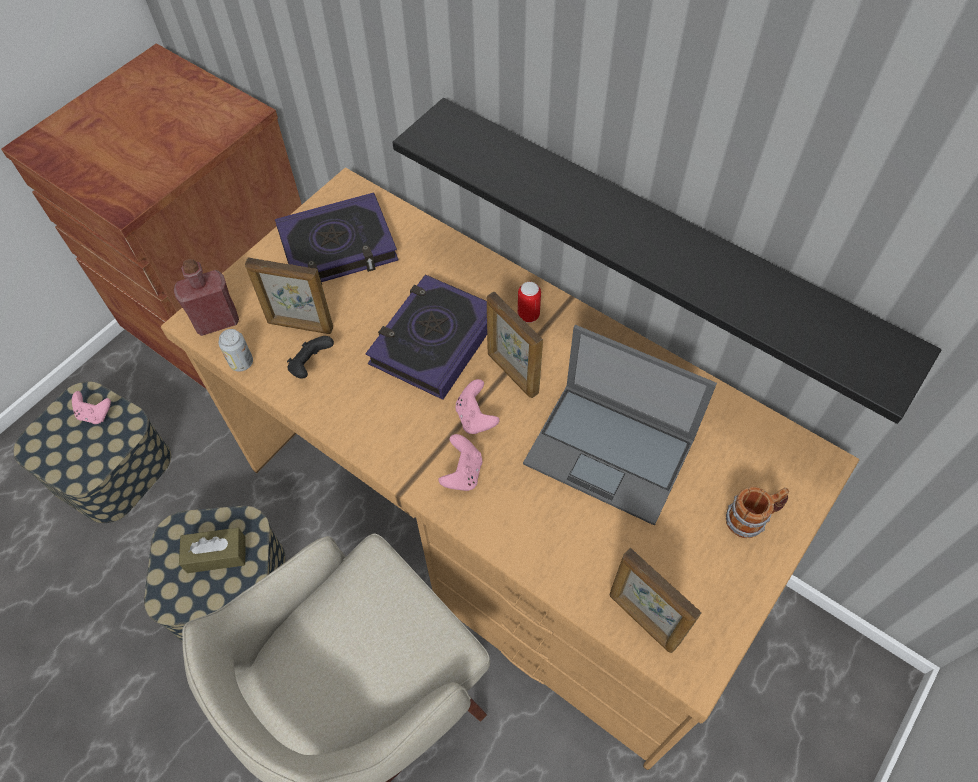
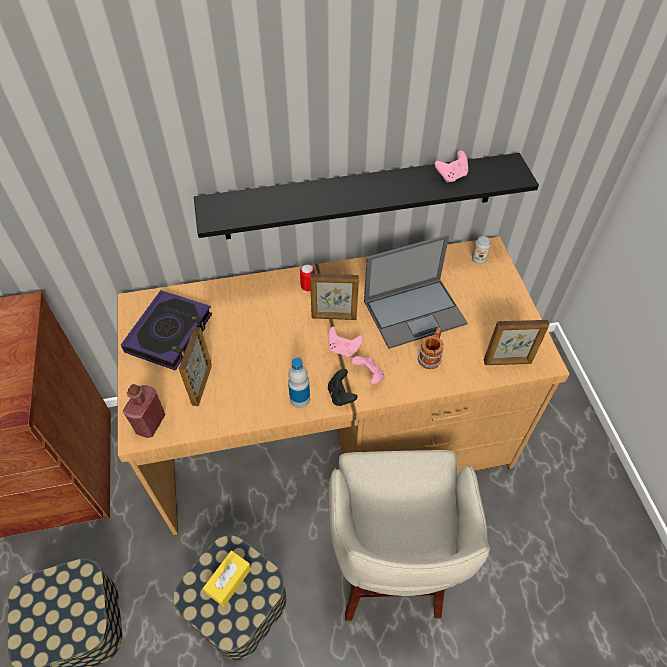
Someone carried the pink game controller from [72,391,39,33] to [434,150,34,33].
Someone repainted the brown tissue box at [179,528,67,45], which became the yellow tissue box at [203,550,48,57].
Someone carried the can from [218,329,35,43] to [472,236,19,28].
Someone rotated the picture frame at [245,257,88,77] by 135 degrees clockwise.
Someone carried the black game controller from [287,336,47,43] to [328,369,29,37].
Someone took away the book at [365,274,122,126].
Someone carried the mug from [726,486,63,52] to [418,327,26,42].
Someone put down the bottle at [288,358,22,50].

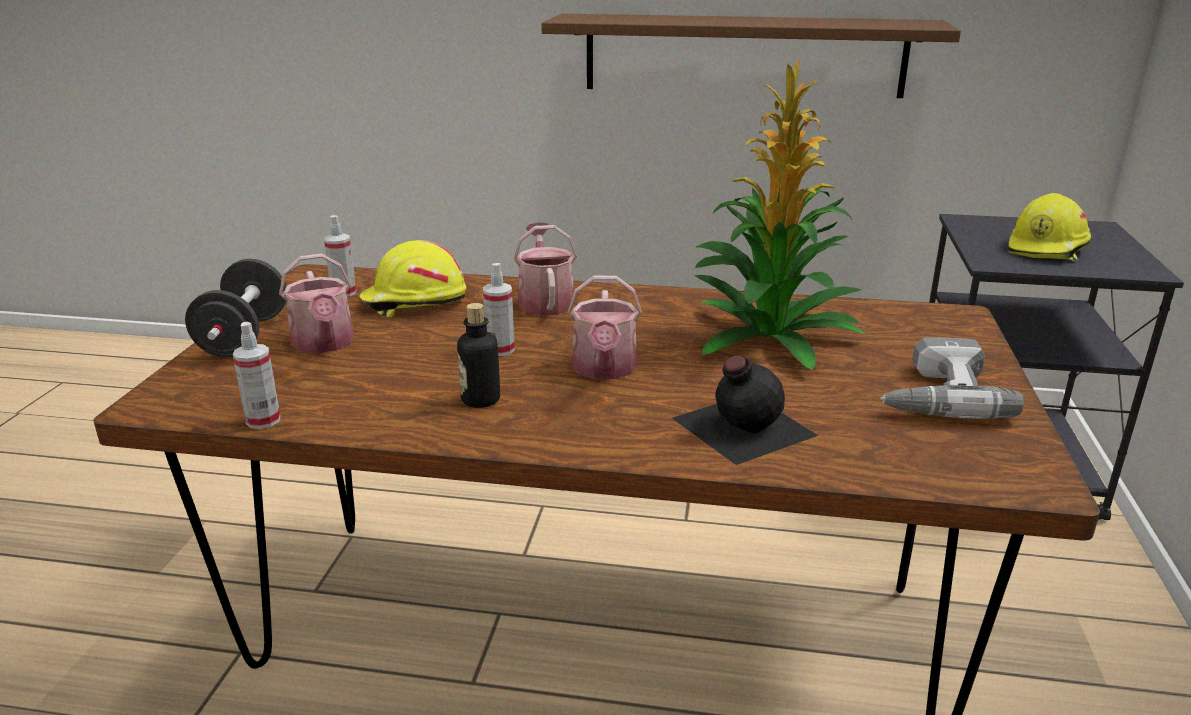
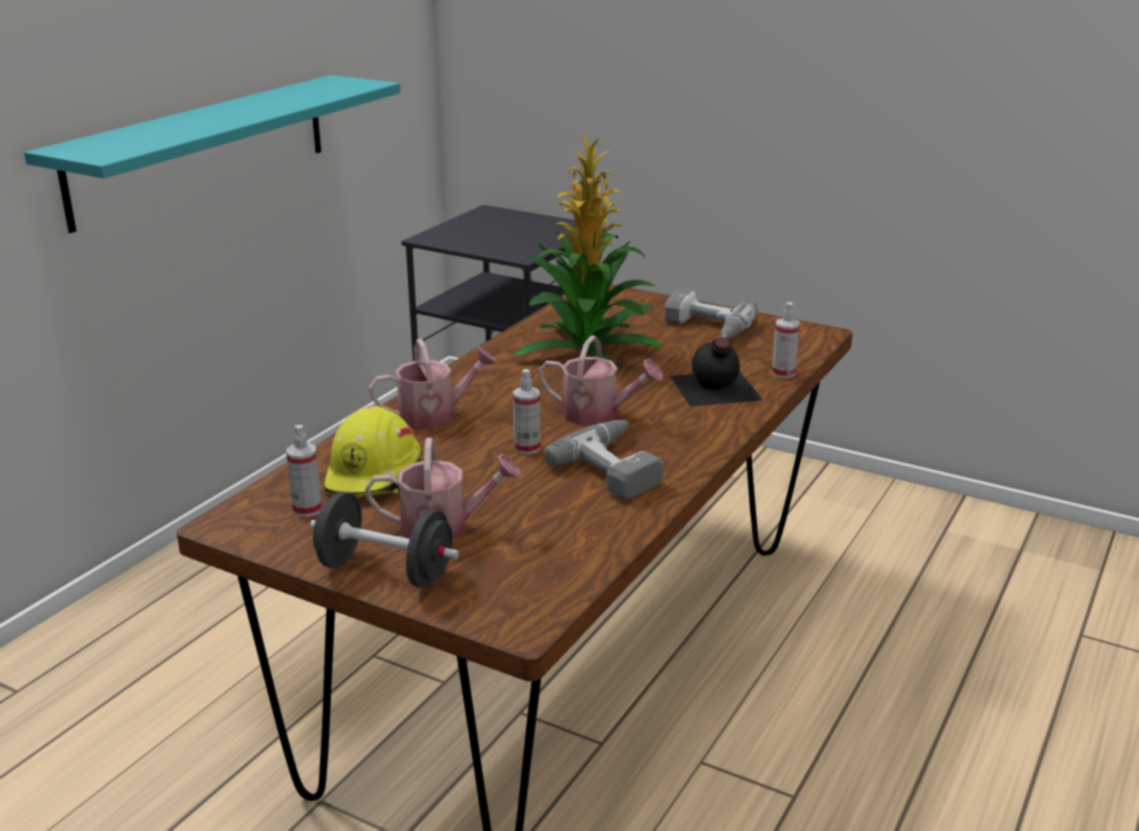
Someone carried the spray bottle from [233,322,48,107] to [772,302,28,76].
Someone swapped the bottle at [457,303,43,105] for the power drill at [543,420,120,80].
Someone rotated the watering can at [513,222,64,94] by 150 degrees clockwise.
Someone repainted the brown shelf at [541,14,420,84], which became the turquoise shelf at [24,75,376,158].
Someone took away the yellow hard hat at [1008,193,83,68].

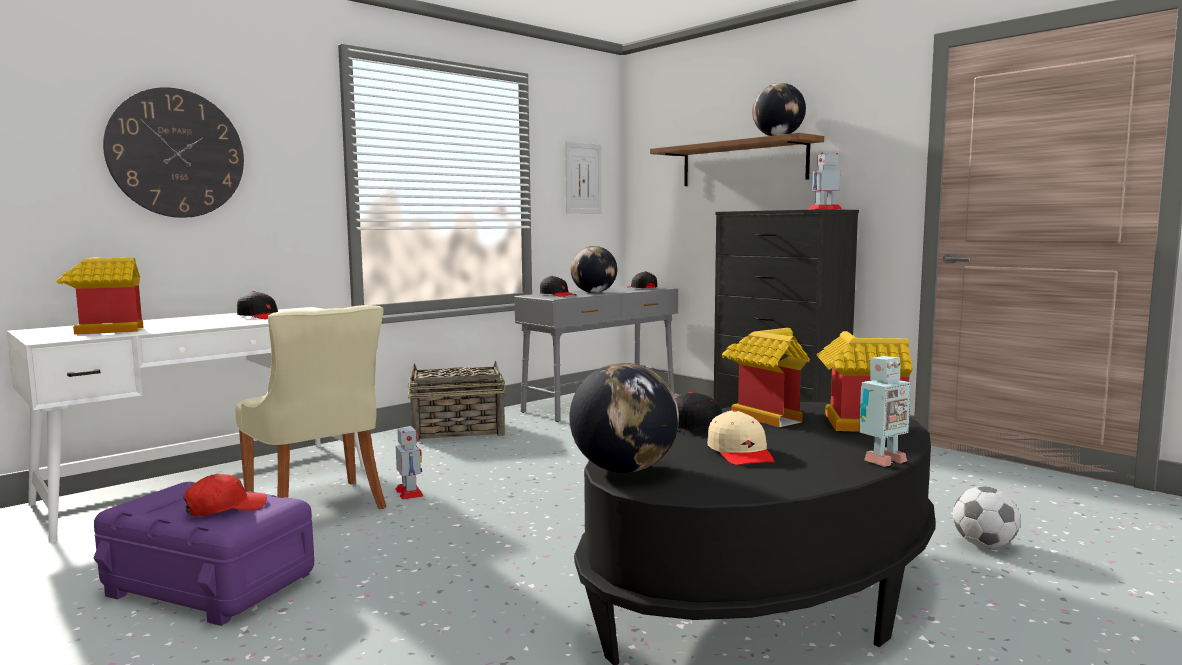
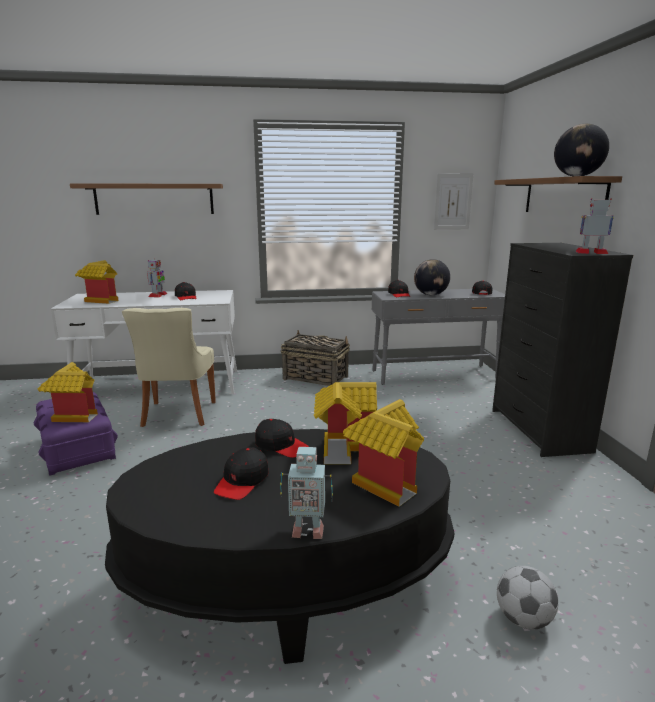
Someone swapped the wall clock at [103,87,141,131] for the shelf at [70,183,153,32].
Someone swapped the red cap at [183,474,84,42] for the toy house at [38,362,60,60].
Someone carried the toy robot from [396,426,28,74] to [147,259,20,39].
Someone took away the globe at [570,363,109,110].
Someone repainted the beige cap at [707,410,68,55], which became the black cap at [214,447,55,53].

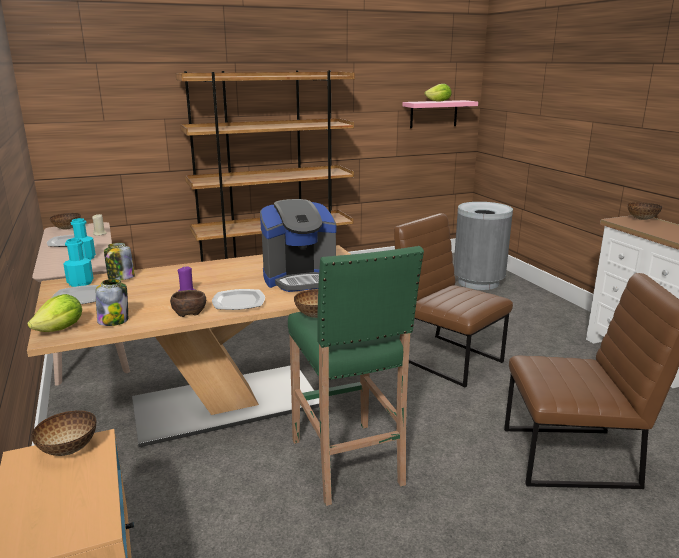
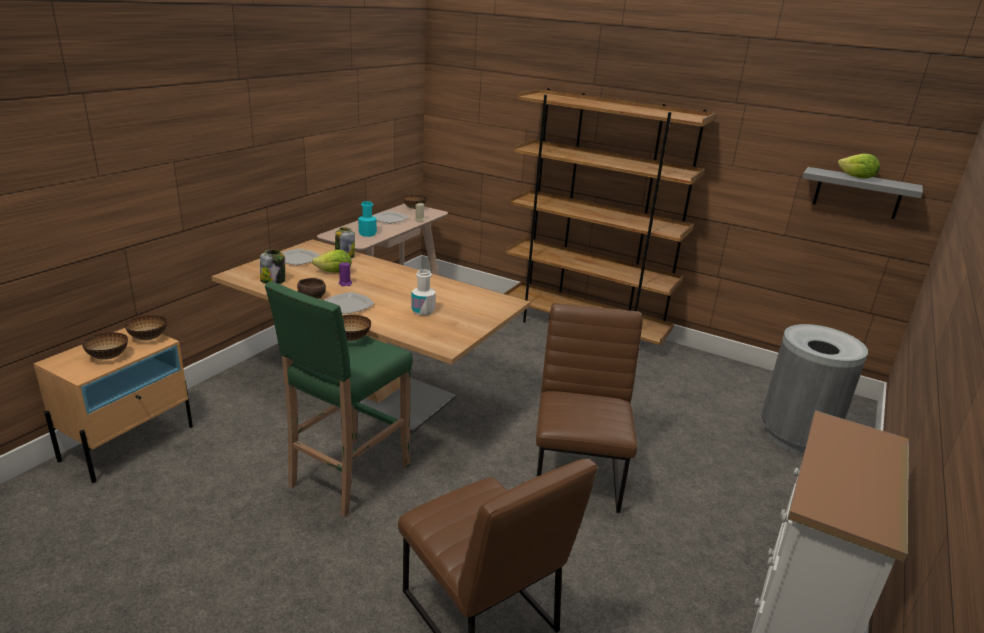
Someone carried the lettuce from [27,294,55,38] to [312,250,39,23].
Someone took away the turquoise bottle at [63,238,31,49].
Someone swapped the coffee machine at [260,199,76,93] for the white bottle at [411,269,25,46].
Someone repainted the pink shelf at [403,100,75,28], which became the grey shelf at [802,167,121,52].
Someone carried the bowl from [627,202,35,18] to [82,332,46,28].

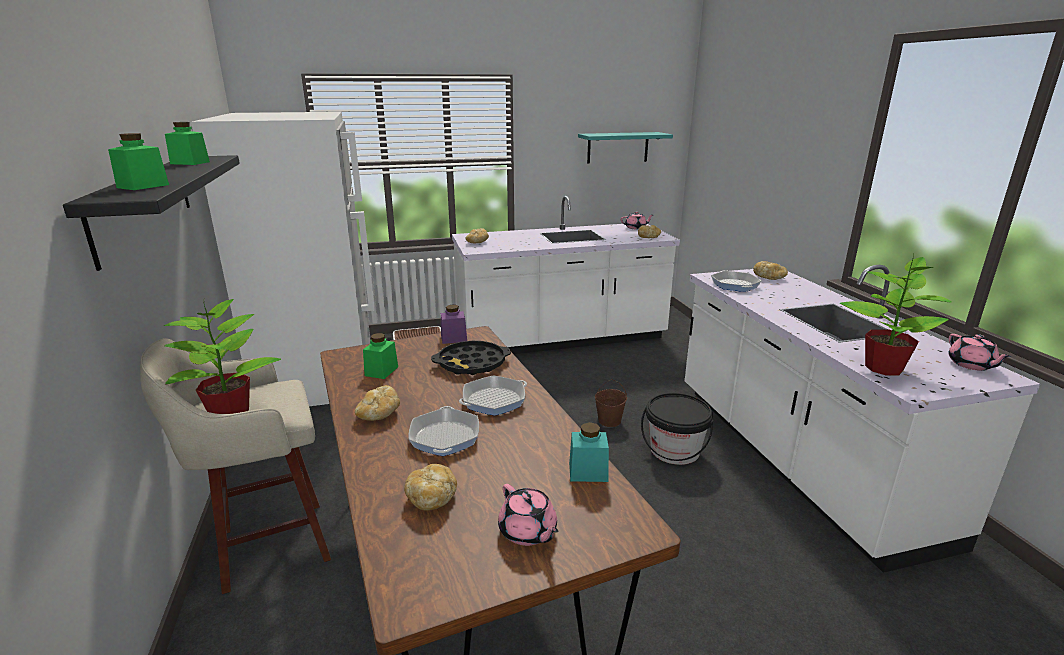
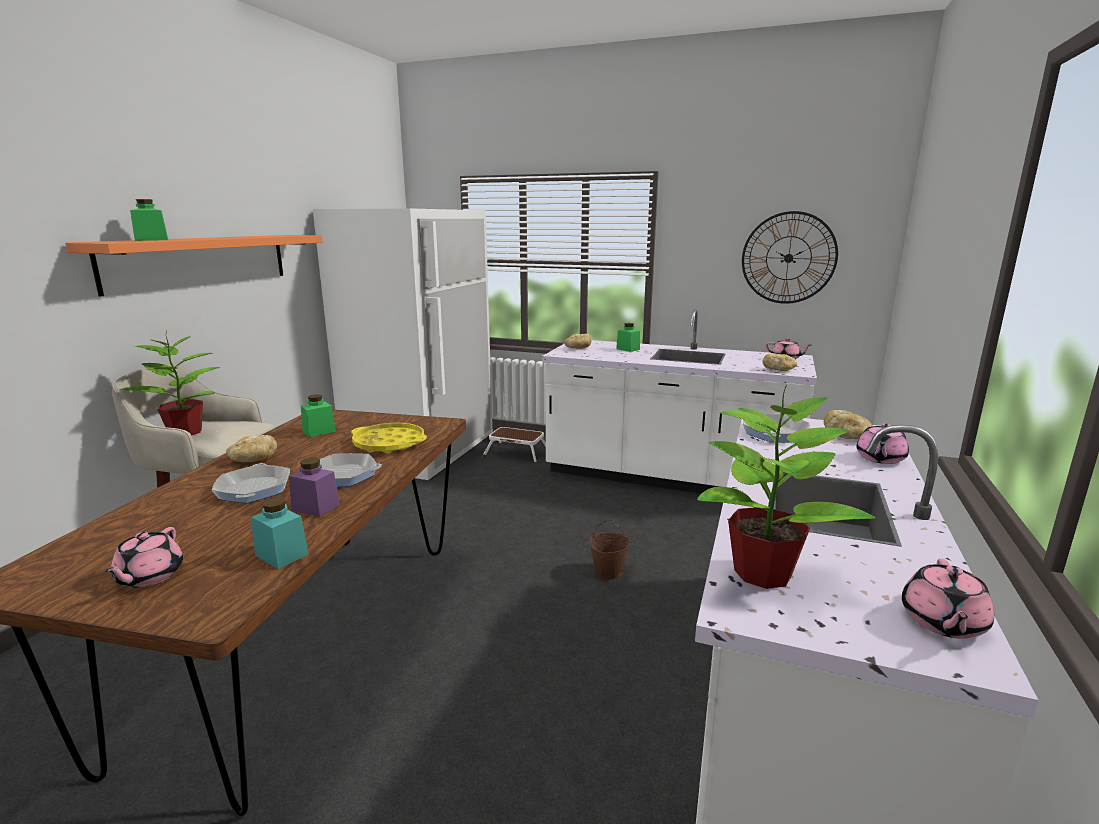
Someone repainted the black shelf at [63,155,177,116], which became the orange shelf at [65,235,258,62].
Someone carried the green jar from [165,122,45,43] to [616,323,24,29].
Someone took away the bread at [404,464,53,47].
Someone rotated the frying pan at [408,406,71,50] by 135 degrees clockwise.
Someone repainted the black tray at [431,341,80,34], which became the yellow tray at [351,423,76,31].
Someone carried the purple jar from [441,305,26,39] to [289,458,51,59].
Someone swapped the turquoise shelf at [578,132,95,32] for the wall clock at [742,211,96,93].
Someone took away the black bucket at [641,393,72,72].
Someone put down the pink teapot at [856,423,53,41].

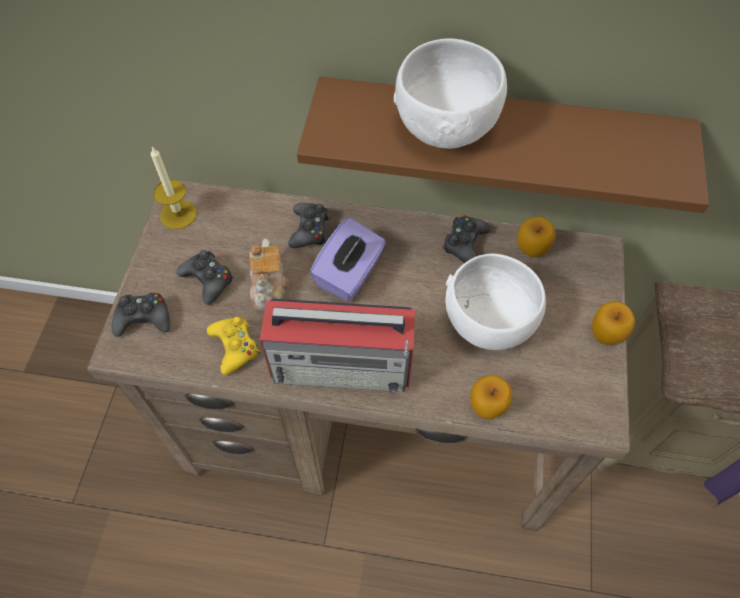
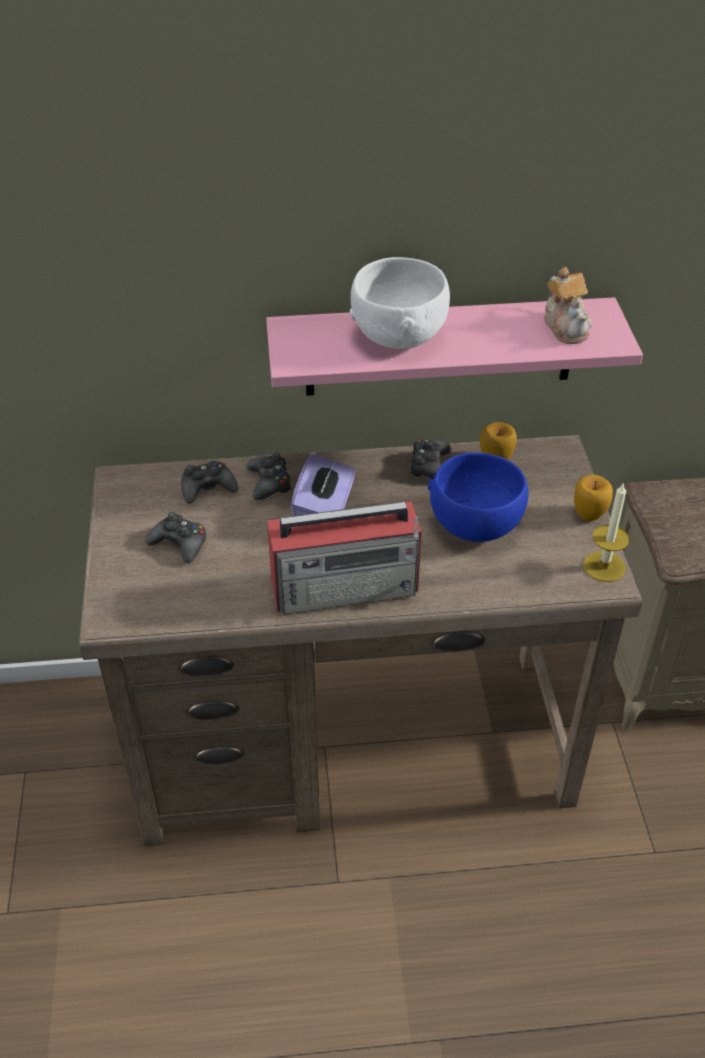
Someone carried the black game controller from [112,293,58,44] to [181,460,57,44].
Someone carried the candle from [151,147,46,82] to [583,482,47,100].
Someone took away the yellow game controller at [207,317,53,58].
Someone carried the teapot from [249,239,40,72] to [544,267,48,77].
Someone repainted the brown shelf at [297,77,412,136], which became the pink shelf at [266,297,377,99].
Someone repainted the white bowl at [445,254,101,96], which became the blue bowl at [428,452,101,90].
Someone took away the apple at [470,375,42,44].

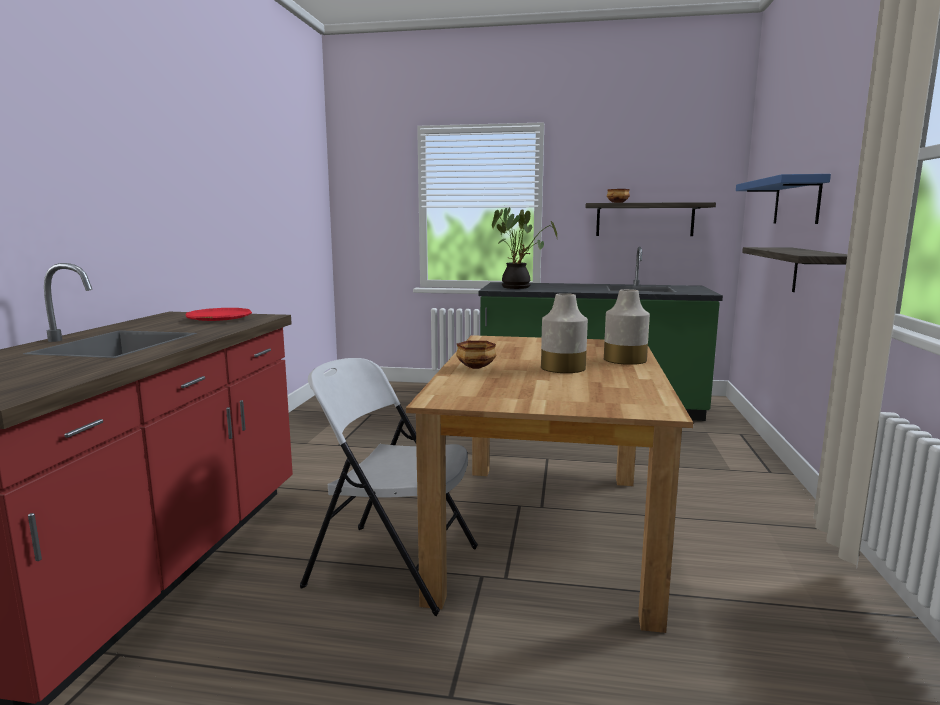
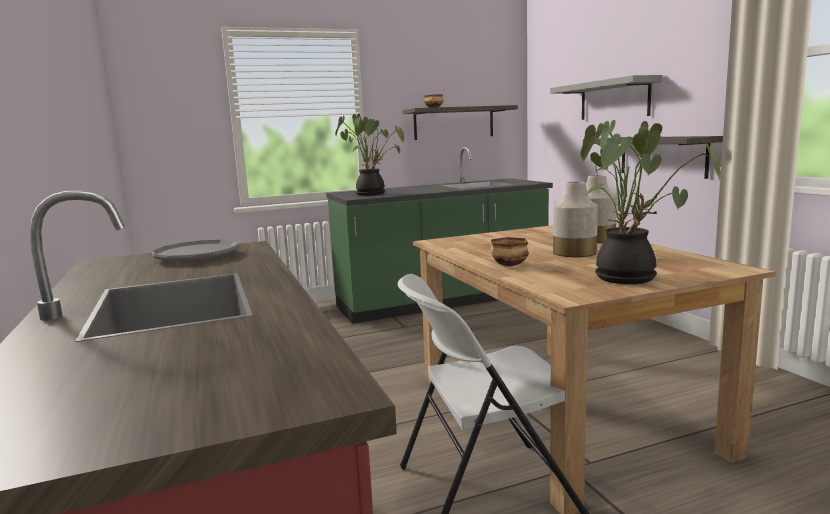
Someone repainted the red plate at [185,308,67,13], which became the grey plate at [152,240,87,21].
Someone repainted the blue shelf at [736,174,95,50], which became the grey shelf at [550,75,113,45].
Someone put down the potted plant at [580,120,141,164].

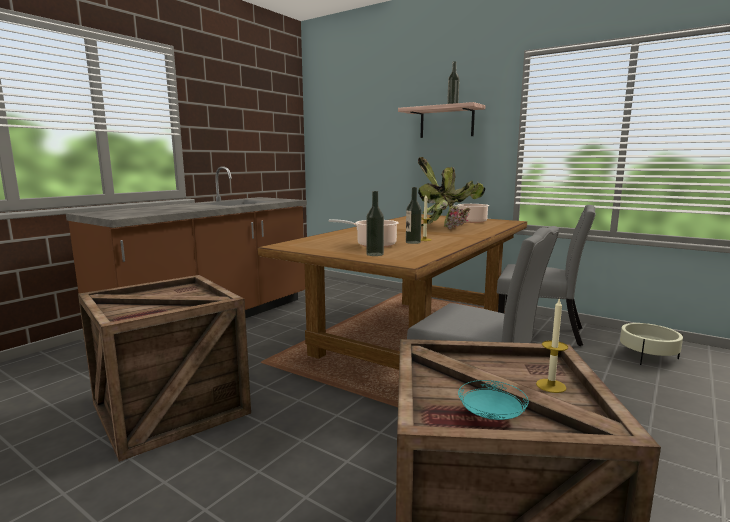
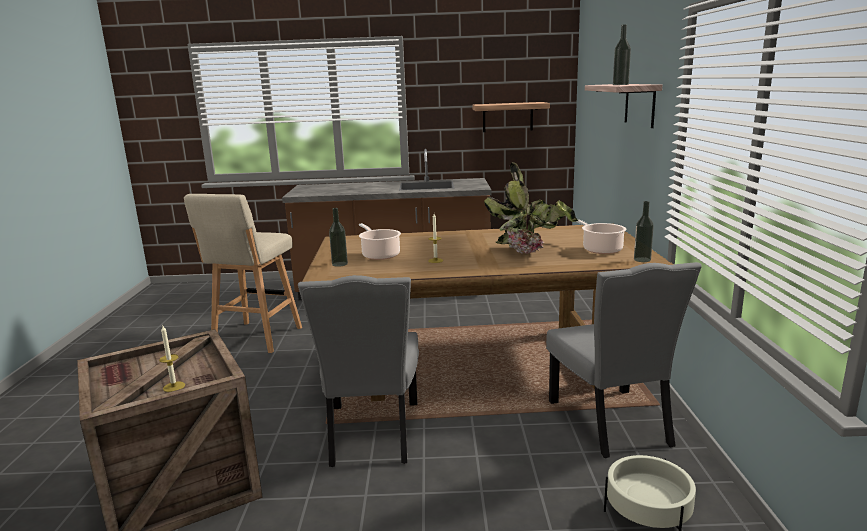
Someone swapped the crate at [78,275,173,187] for the beige stool at [184,194,118,159].
Someone carried the bottle from [406,187,16,57] to [634,201,20,61].
Someone took away the turquoise plate at [458,380,71,40].
Someone put up the shelf at [472,102,78,30].

